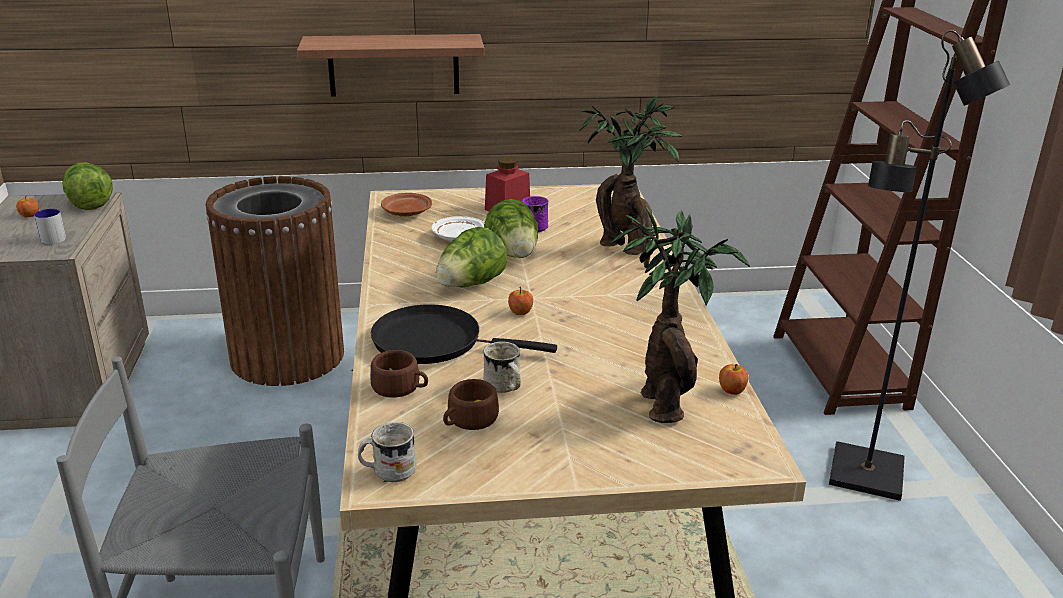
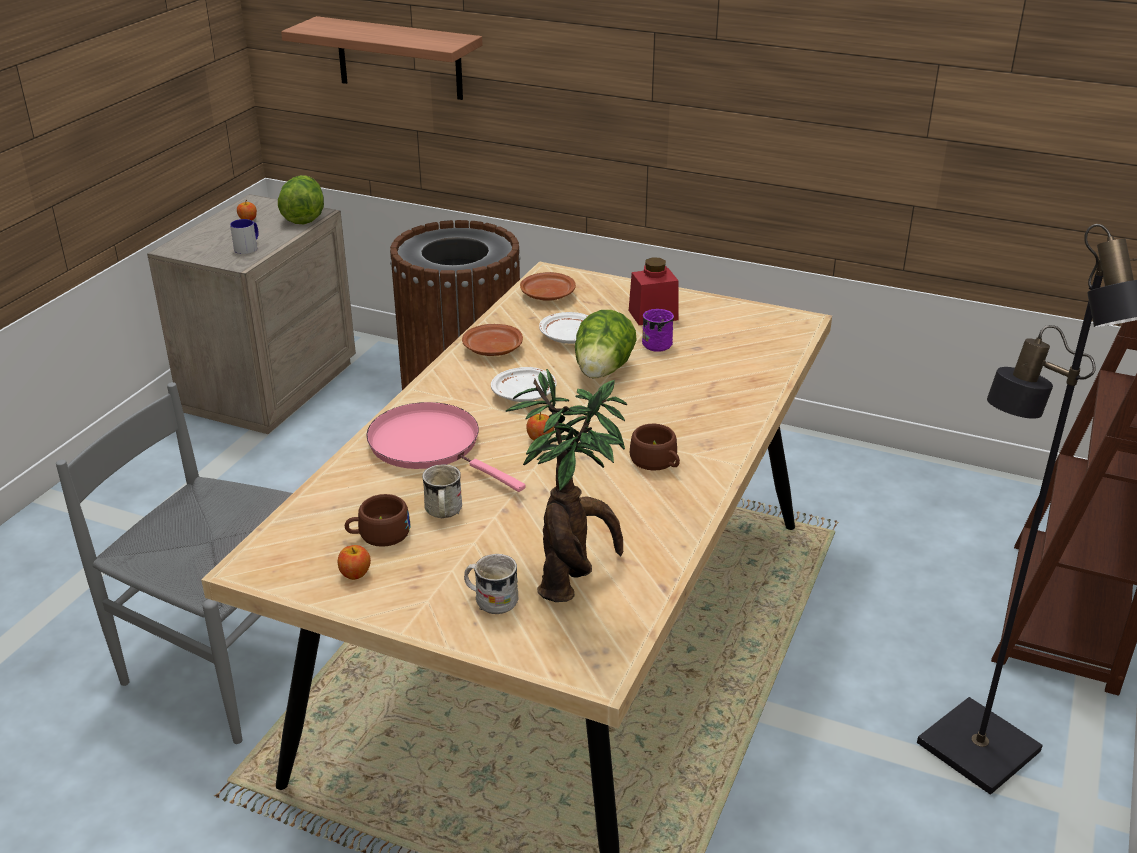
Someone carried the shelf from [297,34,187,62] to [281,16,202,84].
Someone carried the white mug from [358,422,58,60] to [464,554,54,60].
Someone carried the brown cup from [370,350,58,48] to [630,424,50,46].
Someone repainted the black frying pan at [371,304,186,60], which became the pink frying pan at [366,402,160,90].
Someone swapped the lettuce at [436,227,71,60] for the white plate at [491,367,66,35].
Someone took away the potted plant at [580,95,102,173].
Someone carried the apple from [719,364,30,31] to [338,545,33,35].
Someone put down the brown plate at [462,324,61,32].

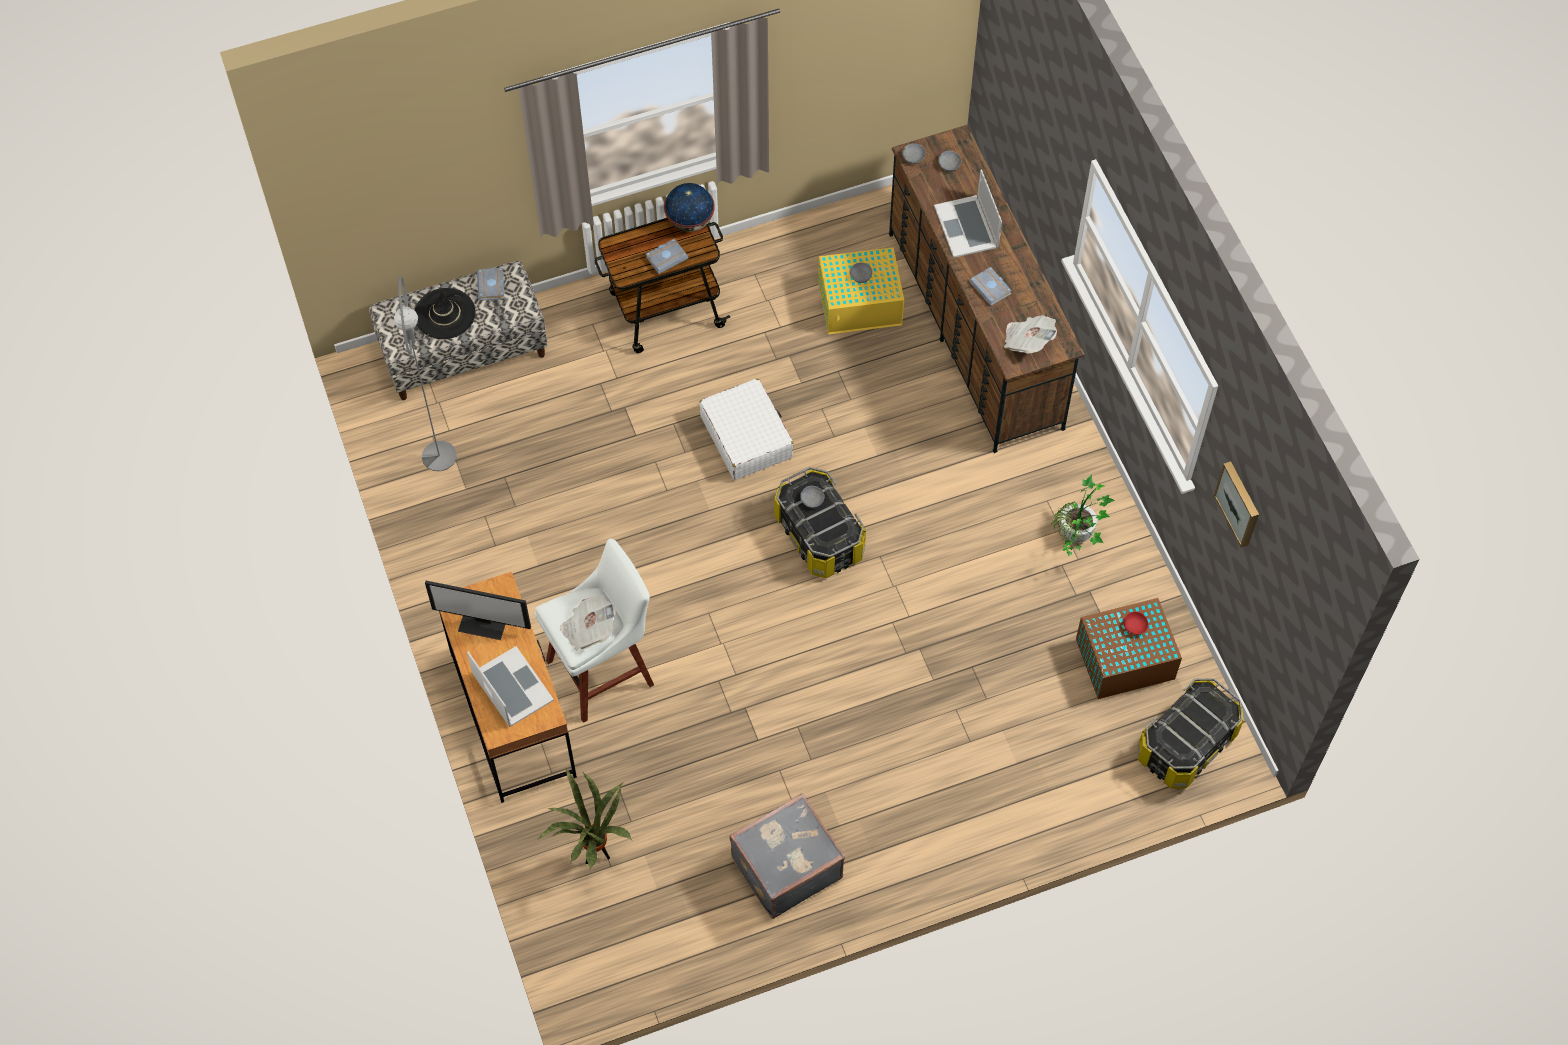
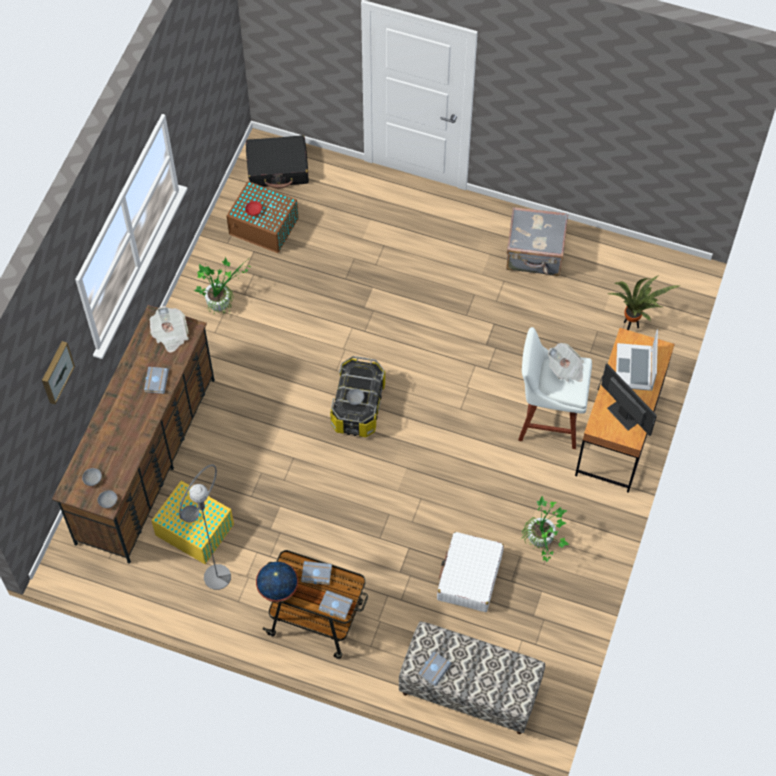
Someone carried the grey floor lamp from [394,276,63,195] to [179,465,52,125].
Someone took away the black hat at [415,288,61,51].
Someone carried the white suitcase from [699,378,95,102] to [437,532,67,80].
Someone took away the laptop at [934,169,68,89].
Someone swapped the storage box at [1137,678,107,111] for the black suitcase at [246,135,63,54].
Someone carried the picture from [1214,461,45,87] to [42,341,33,64].
Someone put down the grey book at [319,590,34,30].
Someone put down the potted plant at [520,496,49,66].

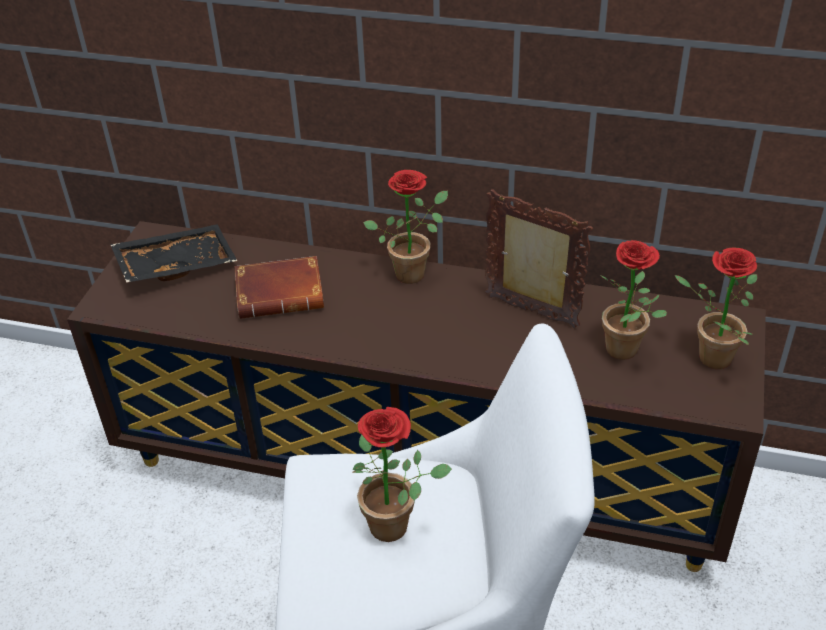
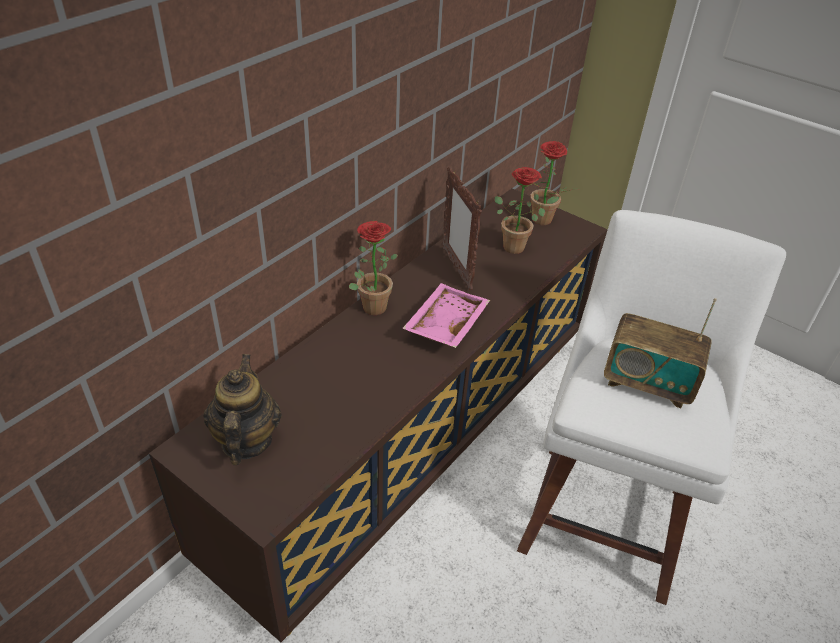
Someone swapped the black tray at [110,224,127,59] for the teapot at [203,354,79,111].
Someone took away the brown book at [234,256,90,63].
Someone swapped the potted plant at [352,407,100,135] for the radio at [604,298,113,110].
Someone rotated the picture frame at [485,189,108,139] by 75 degrees counterclockwise.
Someone put down the pink tray at [402,283,88,65].

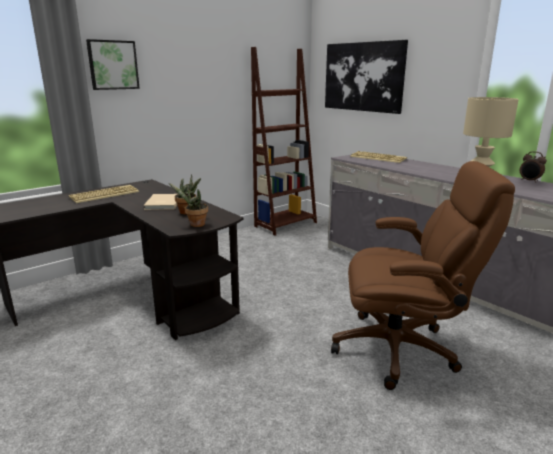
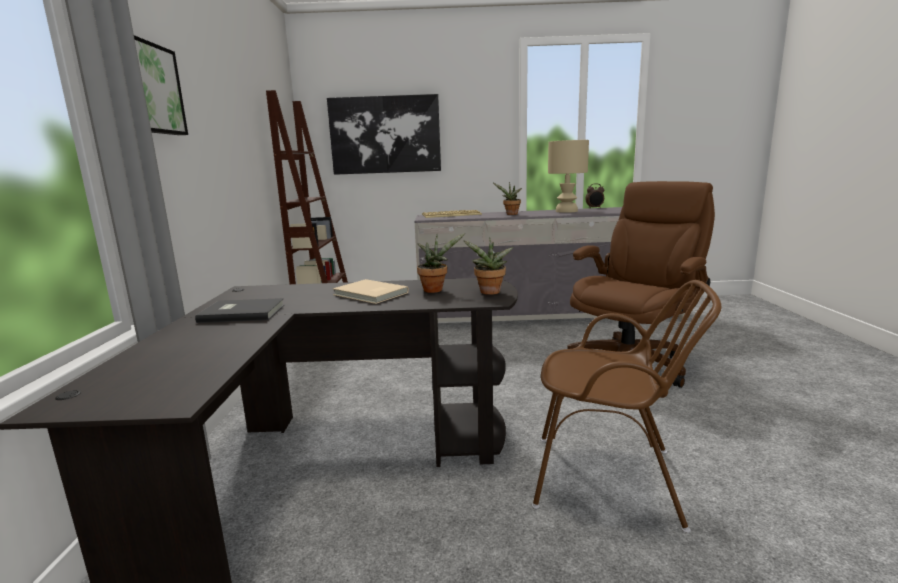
Someone swapped the keyboard at [69,185,70,18] for the grey book at [195,298,89,25].
Someone put down the potted plant at [493,182,29,33].
Someone put down the brown chair at [532,280,189,253].

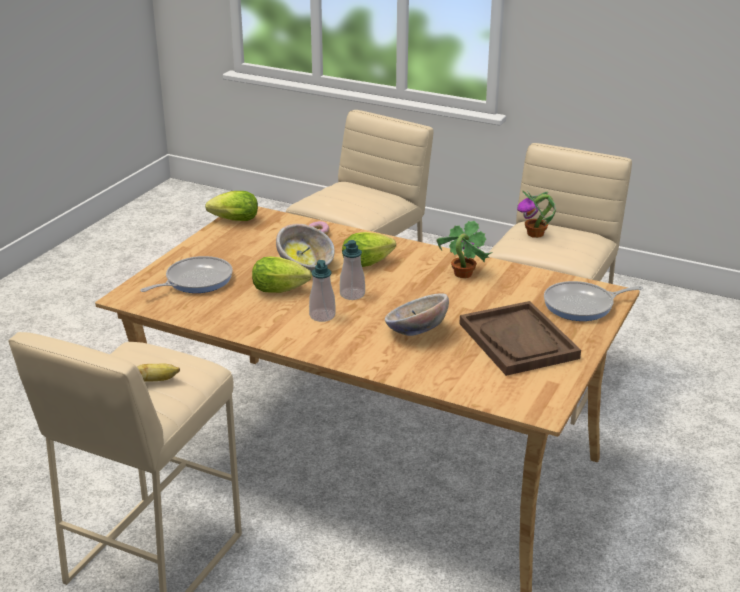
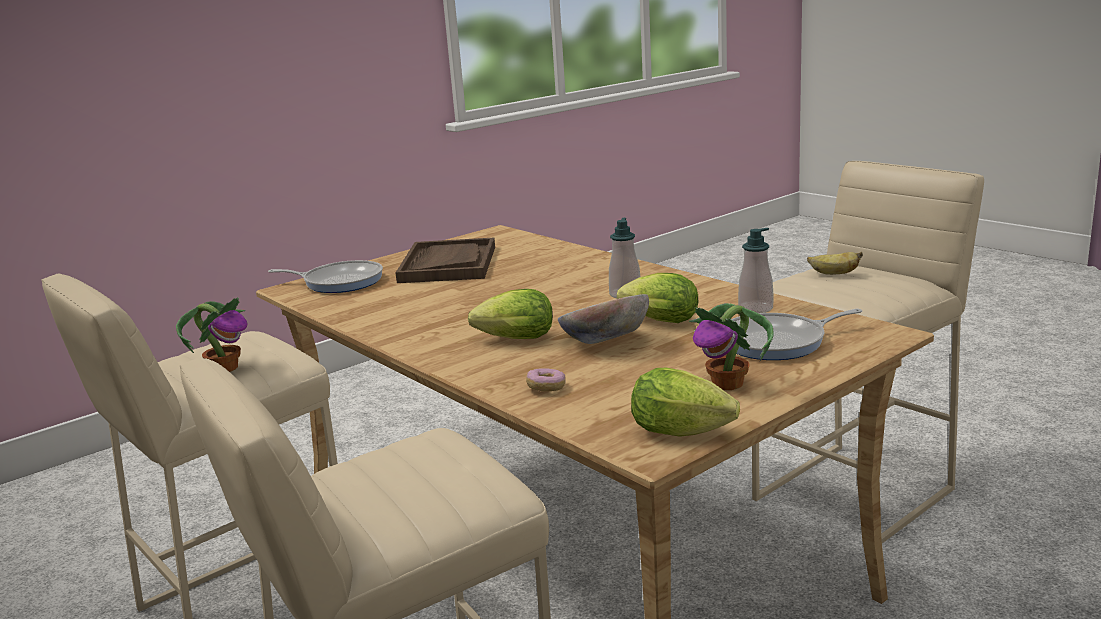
Someone carried the soap dispenser from [340,240,25,60] to [738,228,35,85].
Someone took away the bowl at [385,293,64,43].
Someone carried the potted plant from [436,220,57,58] to [689,303,85,87].

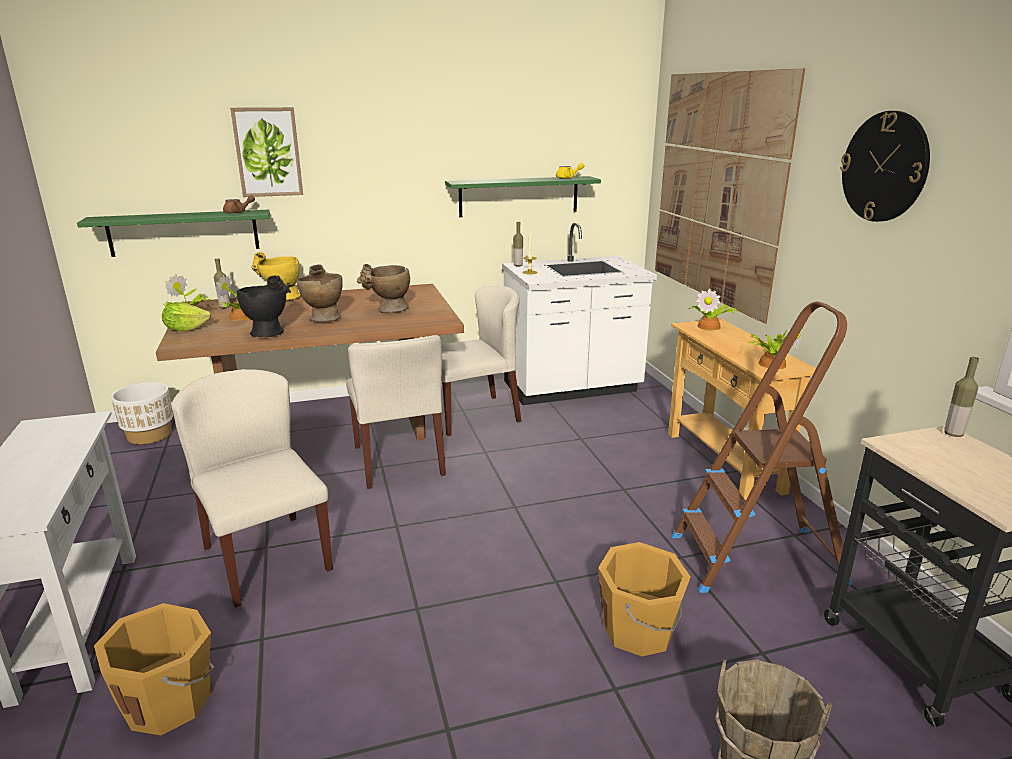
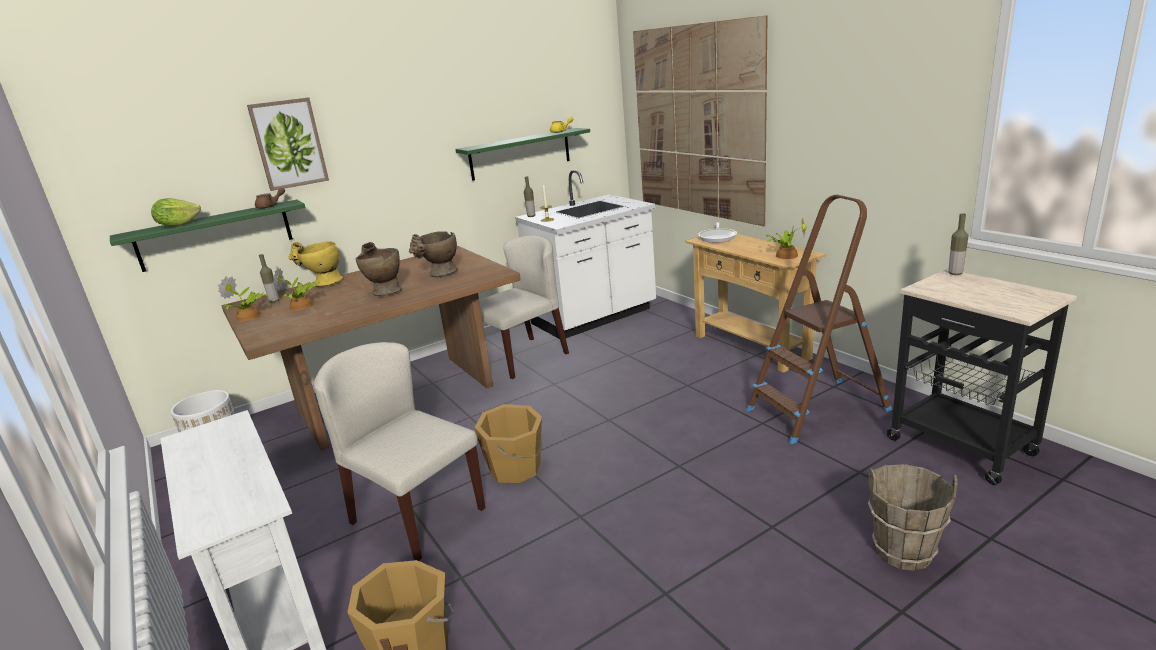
Someone carried the lettuce from [162,302,49,29] to [151,198,50,28].
Someone took away the black vase at [237,275,54,62].
Someone took away the beige chair at [346,335,100,154].
Someone carried the orange bucket from [598,542,93,114] to [475,404,68,79].
Someone swapped the potted plant at [689,288,49,42] for the frying pan at [698,222,39,21].
Someone took away the wall clock at [840,111,90,111].

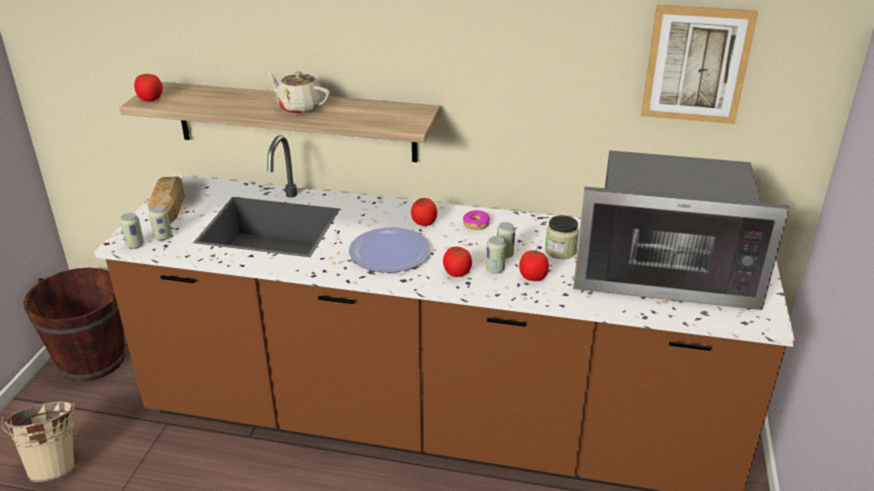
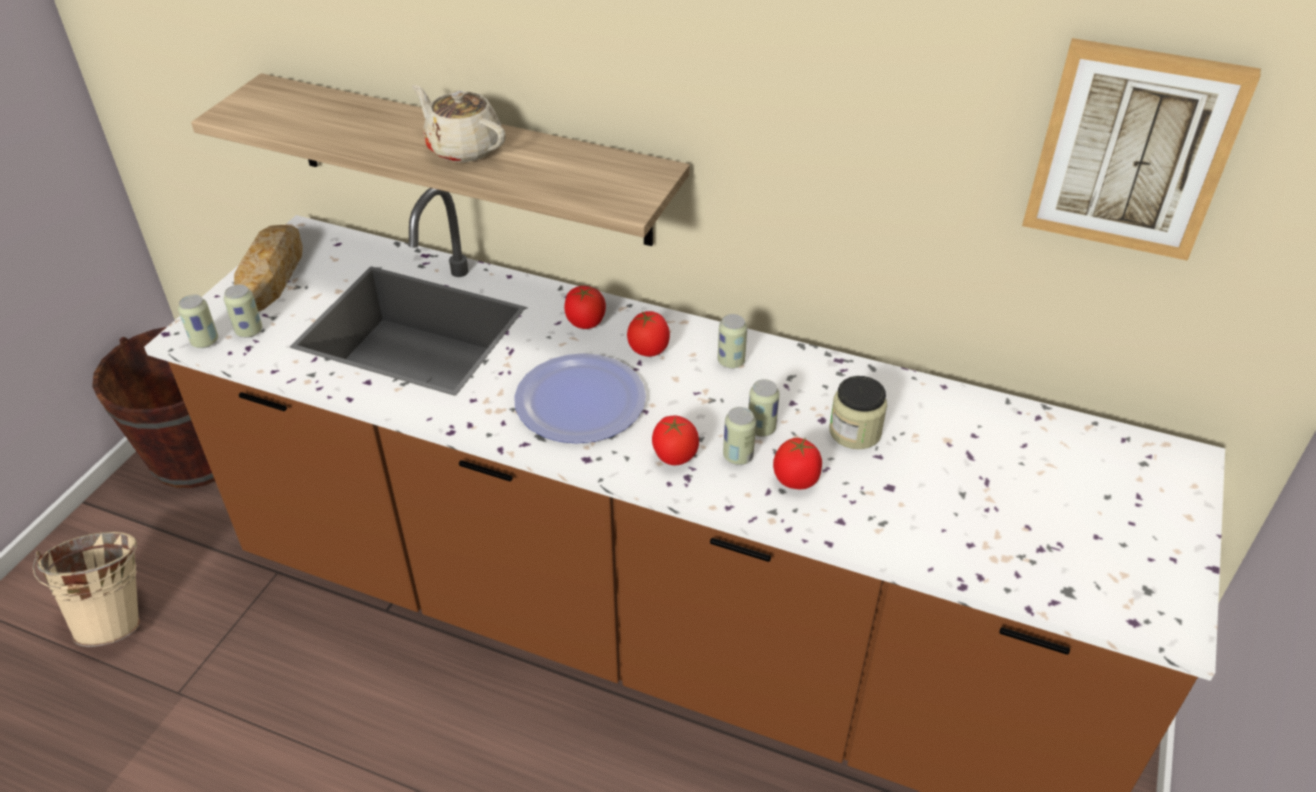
Someone carried the tomato from [134,74,29,27] to [564,286,42,43].
Someone swapped the donut at [463,210,27,20] for the can at [718,314,29,54].
Someone took away the microwave at [573,150,216,160].

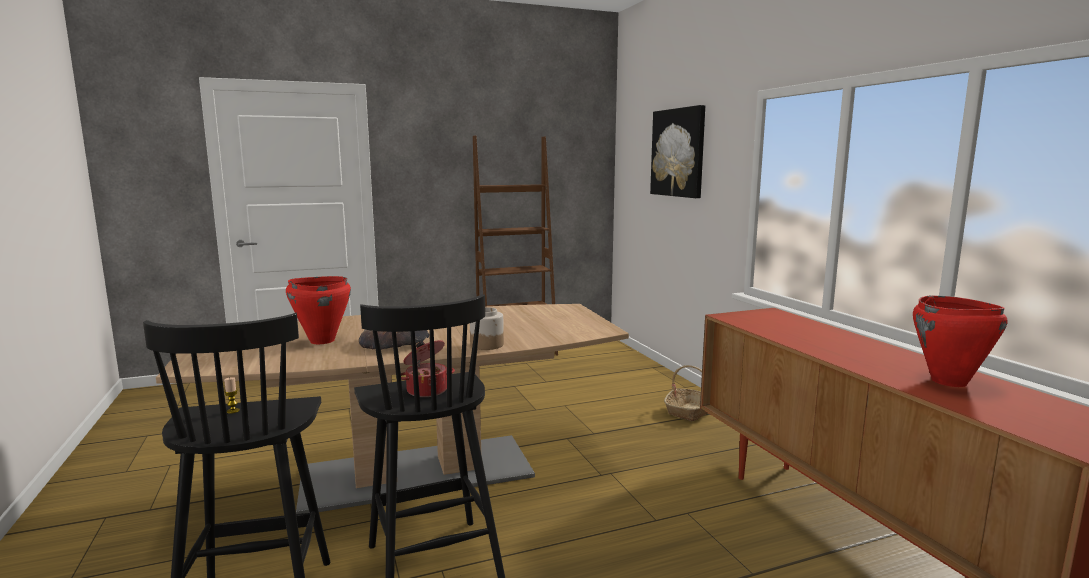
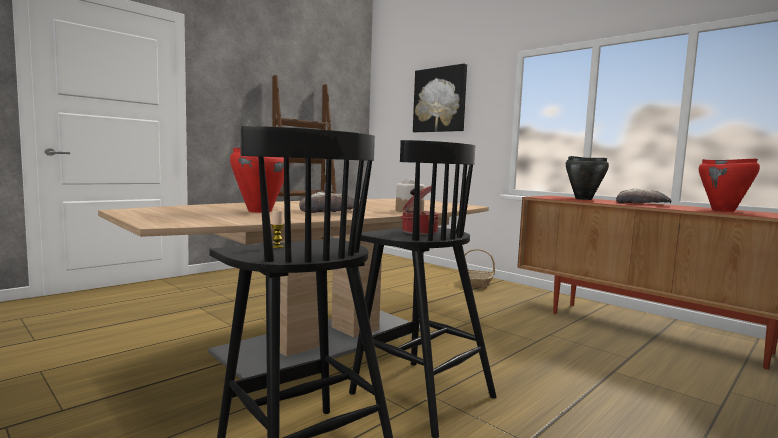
Someone put down the black cooking pot at [566,156,43,44].
Someone put down the bread at [616,188,56,16].

